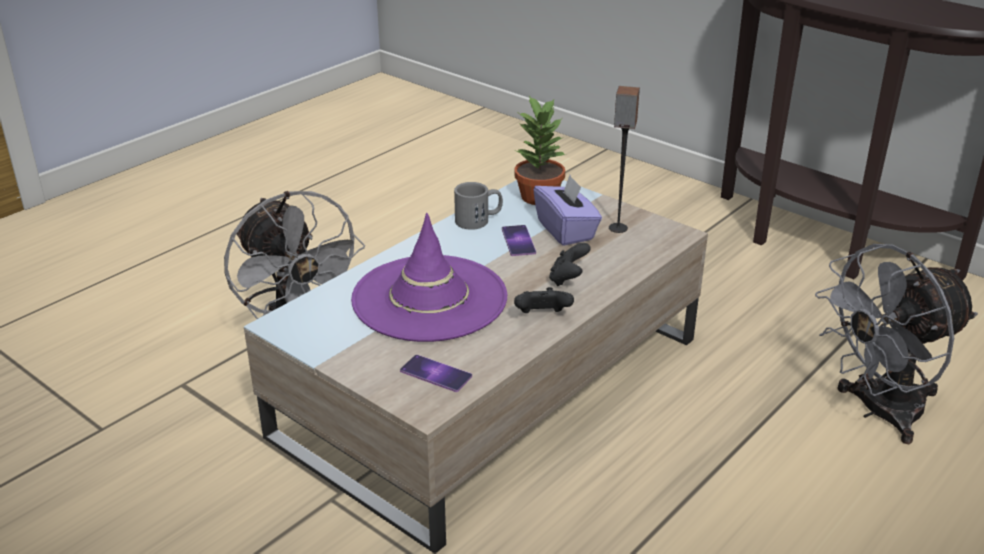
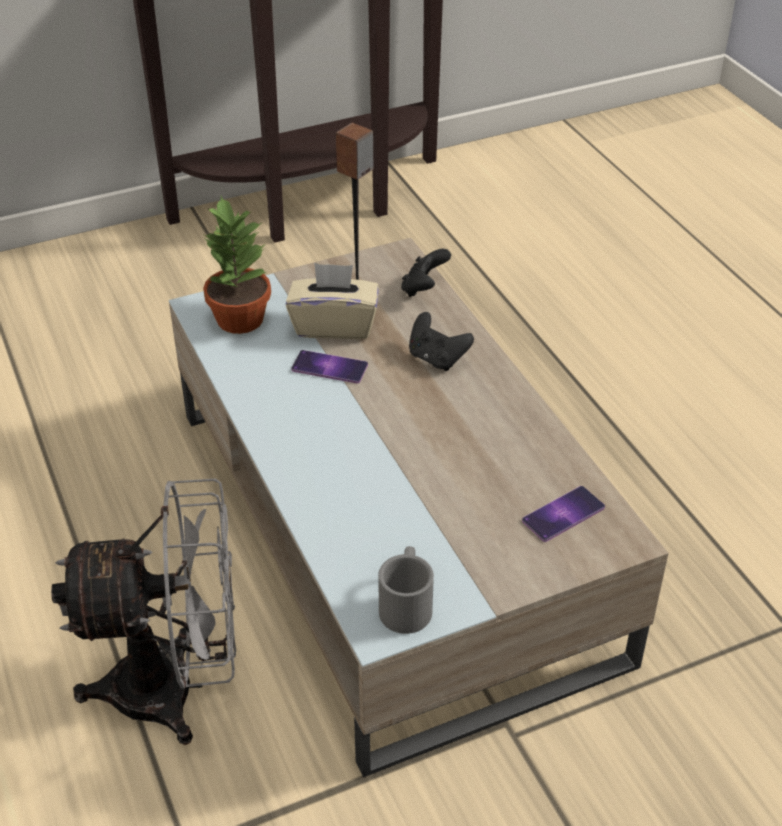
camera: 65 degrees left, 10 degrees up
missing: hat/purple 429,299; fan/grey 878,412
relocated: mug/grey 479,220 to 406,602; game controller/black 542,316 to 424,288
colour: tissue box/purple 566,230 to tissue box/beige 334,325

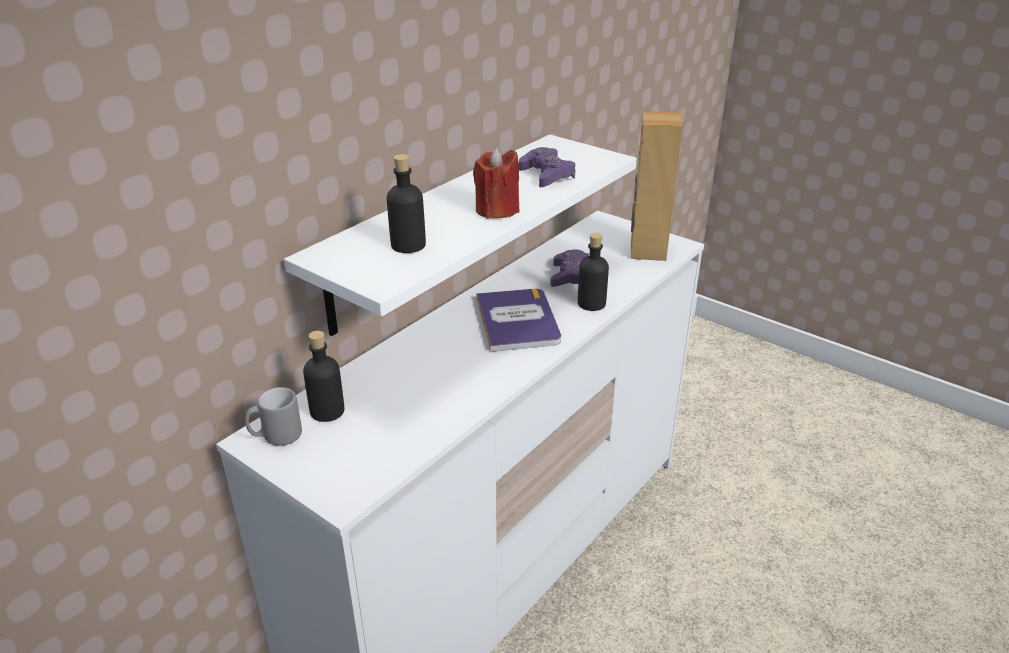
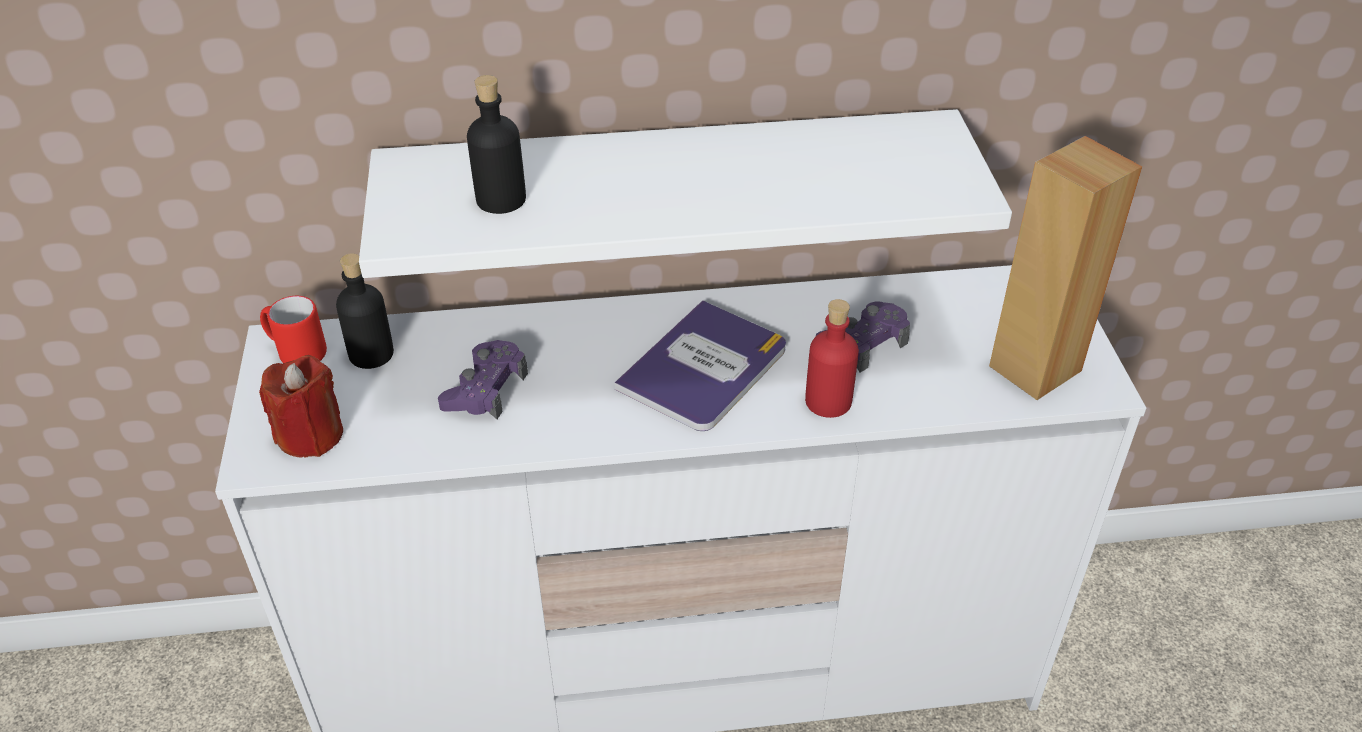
camera: 45 degrees right, 10 degrees up
relocated: candle/red 497,210 to 310,435; game controller/purple 546,175 to 485,389
colour: mug/grey 276,437 to mug/red 296,353; bottle/black 591,303 to bottle/red 828,401

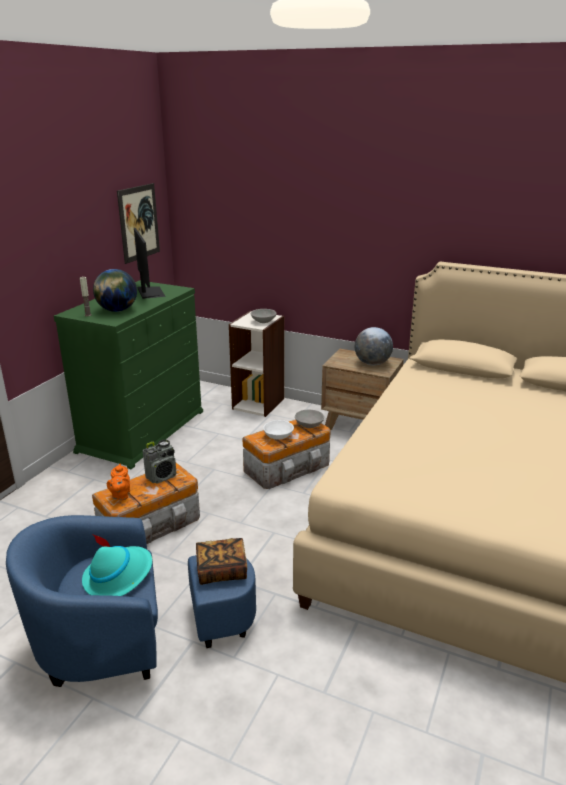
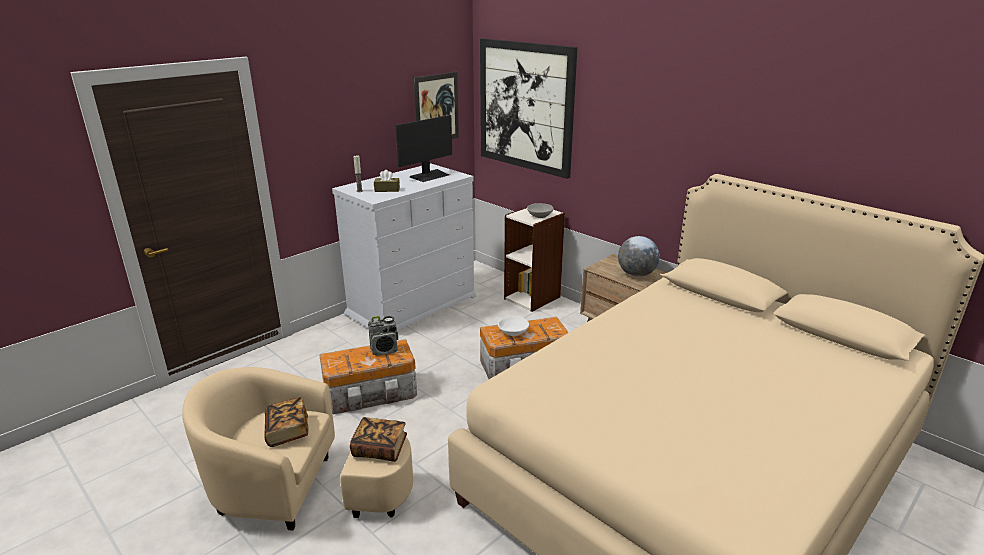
camera: 20 degrees right, 0 degrees up
missing: teapot/orange 120,495; bowl/grey 309,425
appeared: picture 525,106
exchanged: hat/turquoise 118,576 to book 287,431; globe 117,310 to tissue box/brown 387,189
colour: armchair/blue 131,638 to armchair/beige 298,490; dresser/green 142,431 to dresser/white 412,305
spun: monitor 150,292 = 429,175 45 degrees clockwise

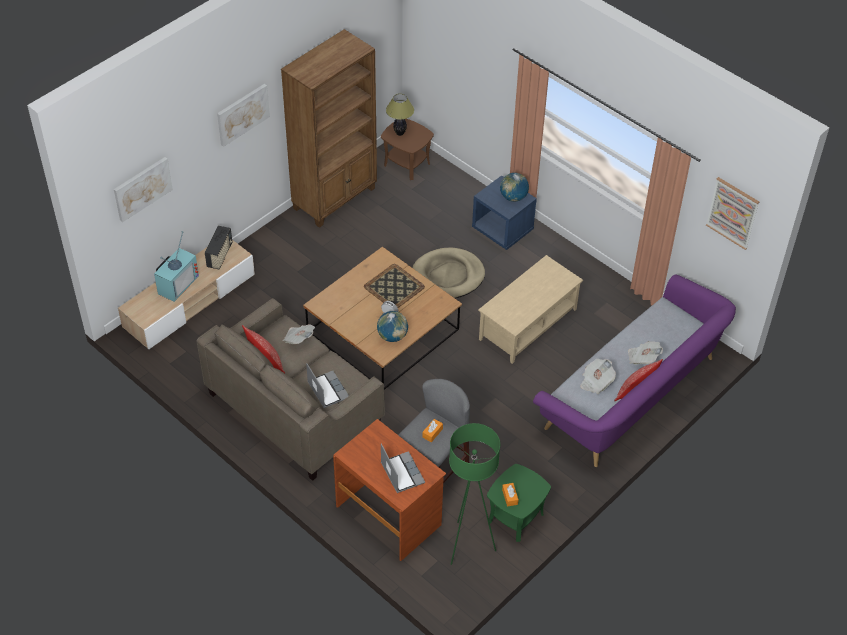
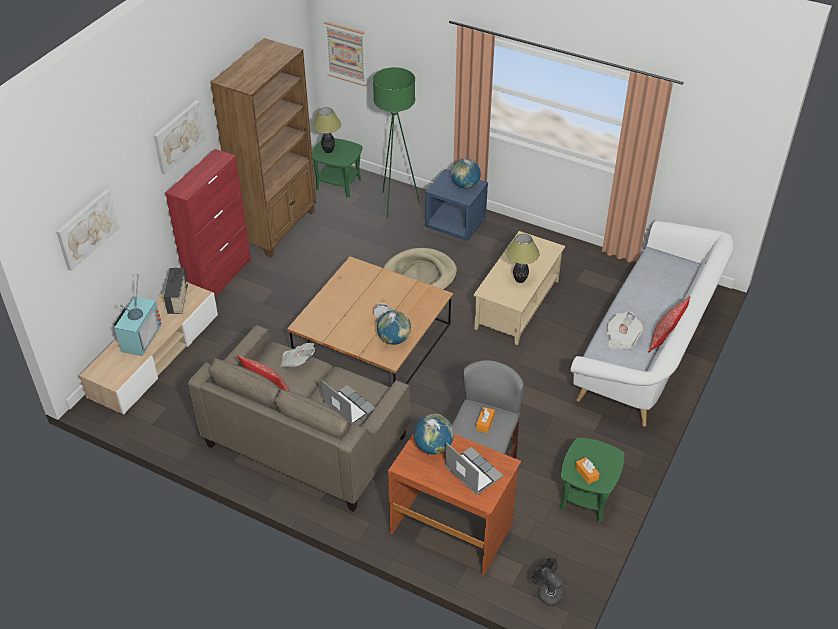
camera: 15 degrees left, 5 degrees down
missing: tray 394,287; newspaper 642,358
appeared: cabinet/red 220,278; globe 433,447; table lamp 519,280; fan/black 547,593
relocated: floor lamp/green 468,544 to 396,204; picture 732,213 to 346,53
colour: side table/brown 407,164 to side table/green 338,184; sofa/purple 632,394 to sofa/white 648,348

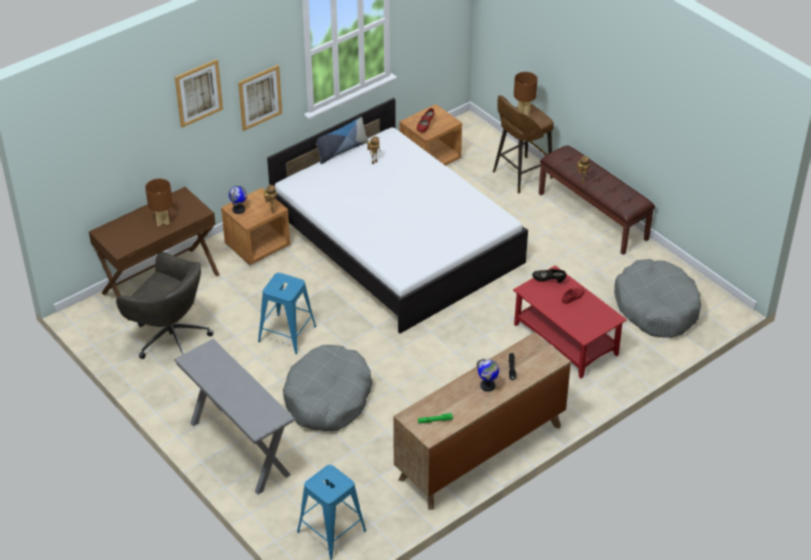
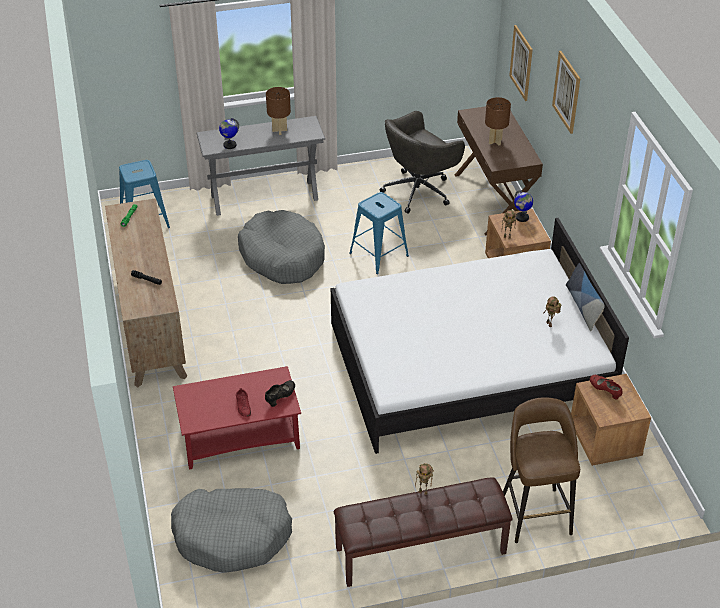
camera: 115 degrees right, 0 degrees up
relocated: picture 260,97 to 521,62; globe 487,386 to 229,145; table lamp/brown 524,112 to 279,131

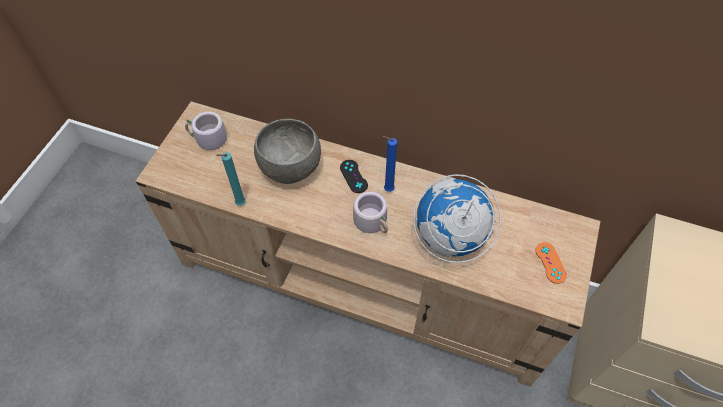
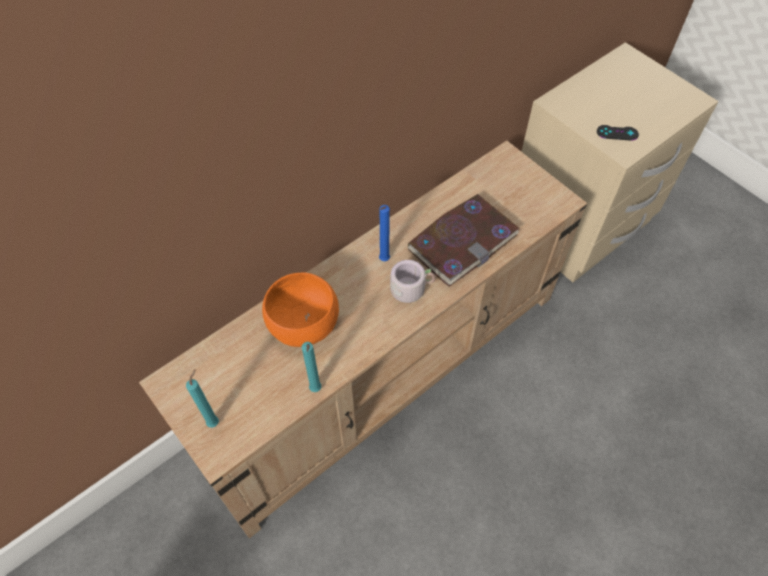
camera: 60 degrees left, 0 degrees up
missing: mug/grey 208,141; game controller/orange 550,262
appeared: candle/turquoise 214,421
relocated: game controller/black 353,176 to 617,133
exchanged: globe 449,238 to book 462,242
colour: bowl/grey 291,168 to bowl/orange 304,325

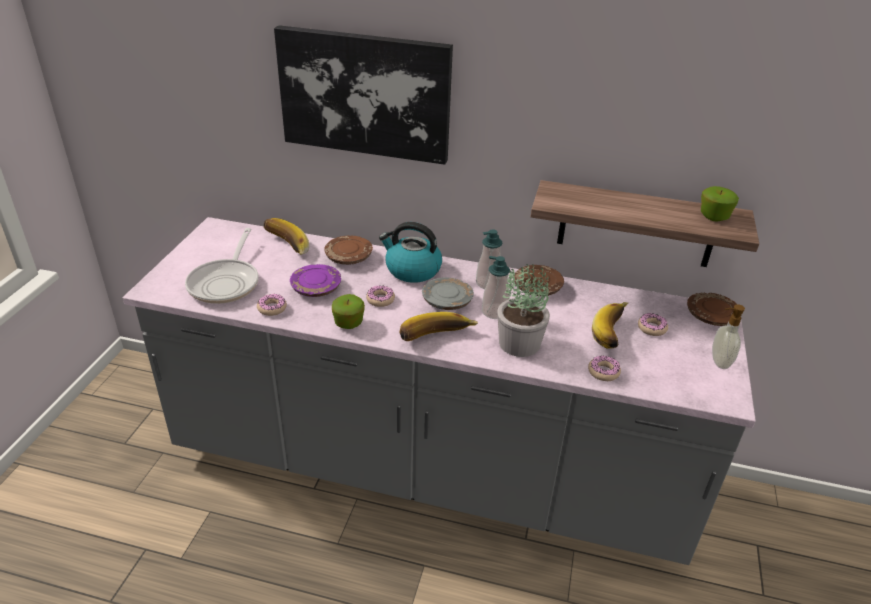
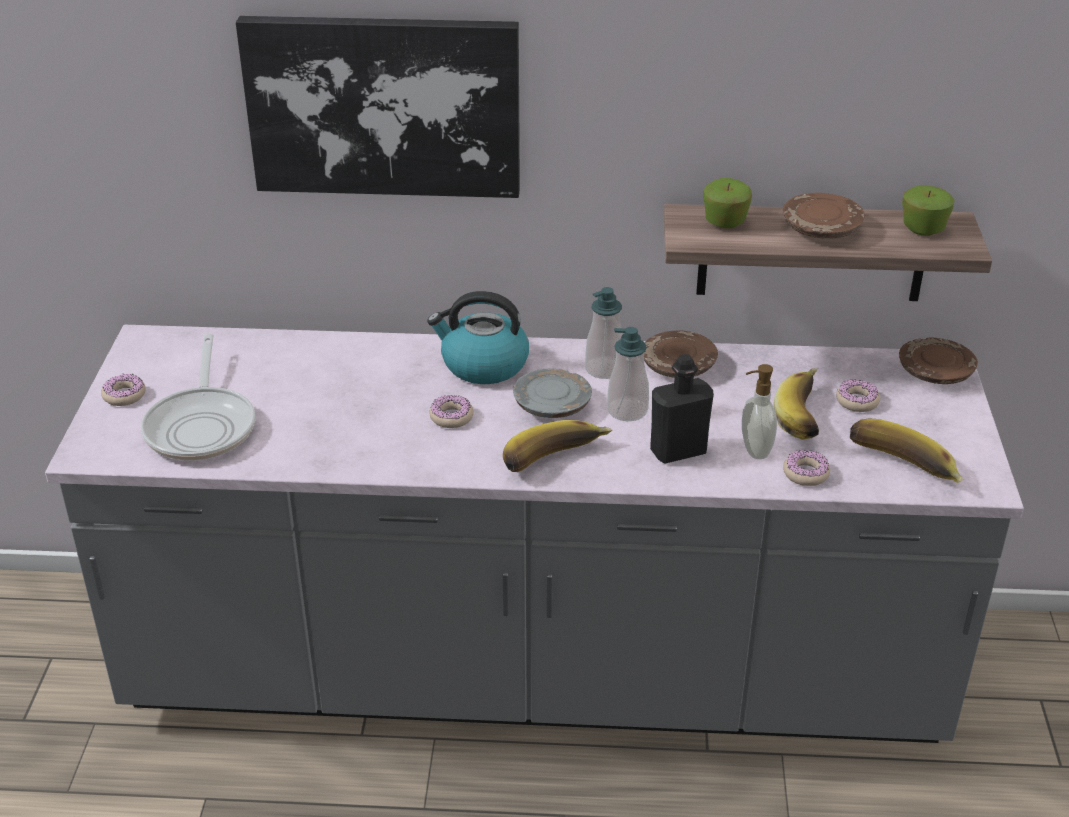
camera: 10 degrees left, 0 degrees up
missing: plate/purple 316,288
relocated: donut 272,308 to 124,395; banana 285,247 to 901,469; plate/brown 349,257 to 821,229; apple 349,323 to 725,222; soap dispenser 719,361 to 754,450
exchanged: potted plant 520,343 to bottle/black 678,451

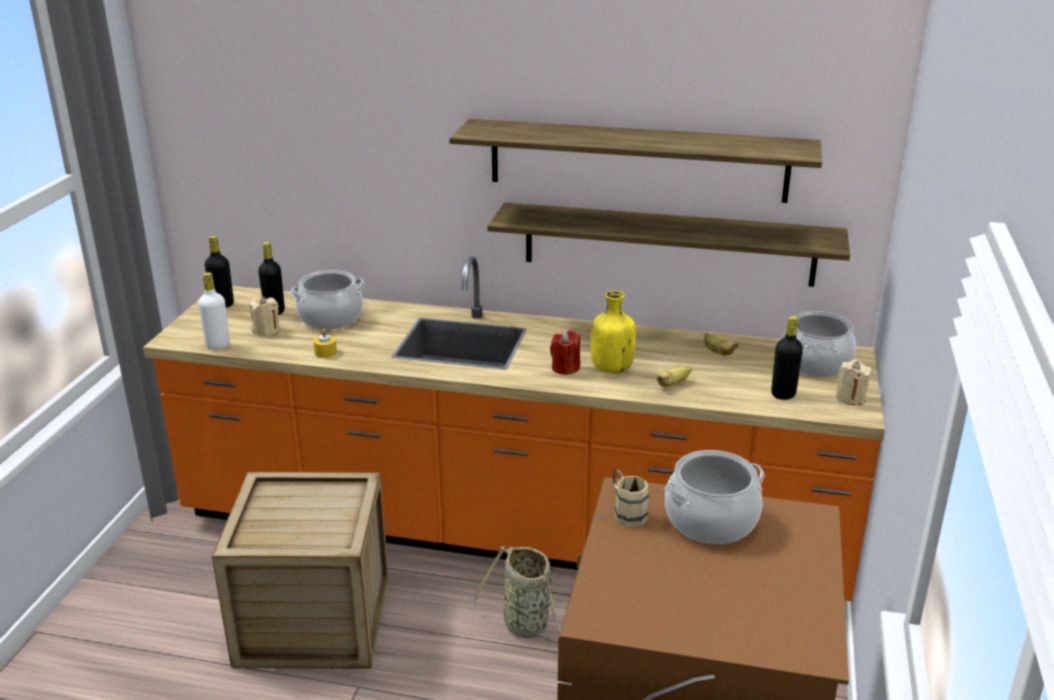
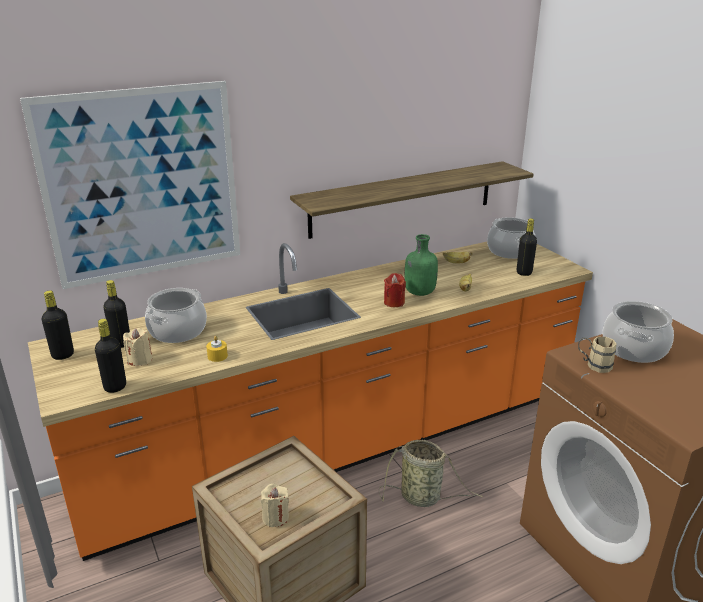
camera: 40 degrees left, 0 degrees up
missing: shelf 637,160
appeared: picture 142,185
relocated: candle/beige 850,398 to 275,517
colour: bottle/white 218,345 to bottle/black 115,387; bottle/yellow 610,368 to bottle/green 419,293

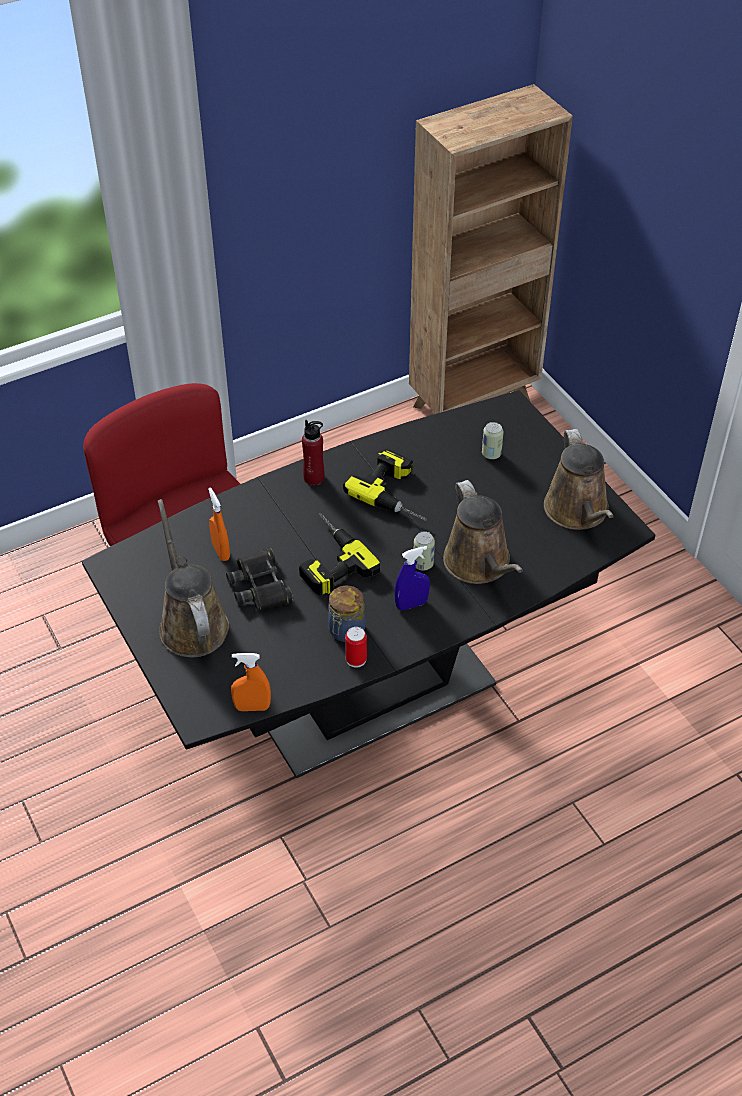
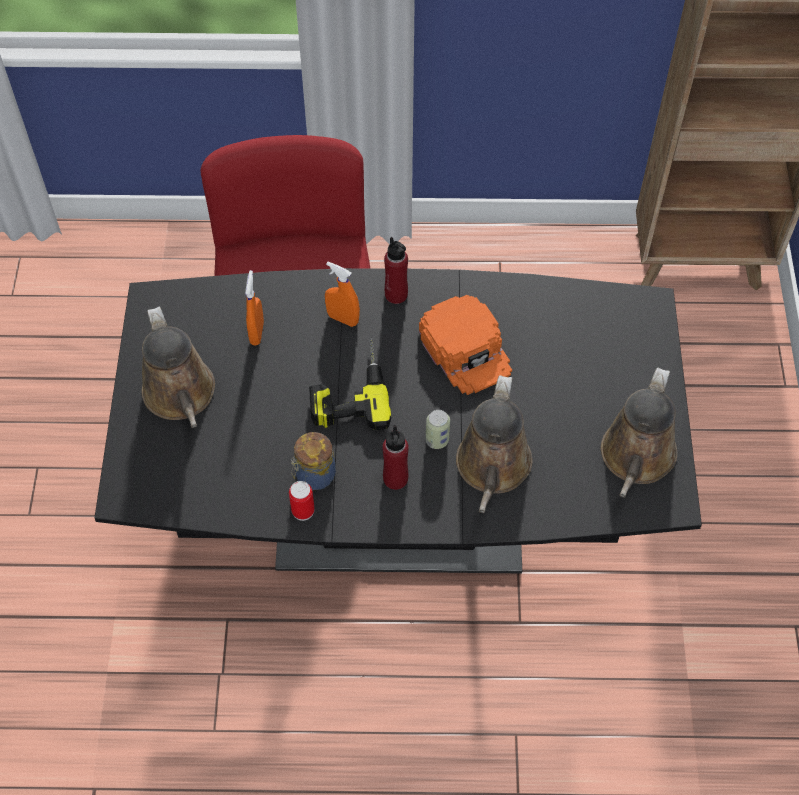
camera: 30 degrees right, 10 degrees up
missing: binoculars/black 260,586; can 491,454
relocated: spray bottle/orange 252,707 to 343,319
exchanged: power drill 398,493 to cap/orange 466,350; spray bottle/blue 411,604 to bottle/red 395,479
spun: watering can/brown 191,623 = 181,396 150 degrees clockwise

